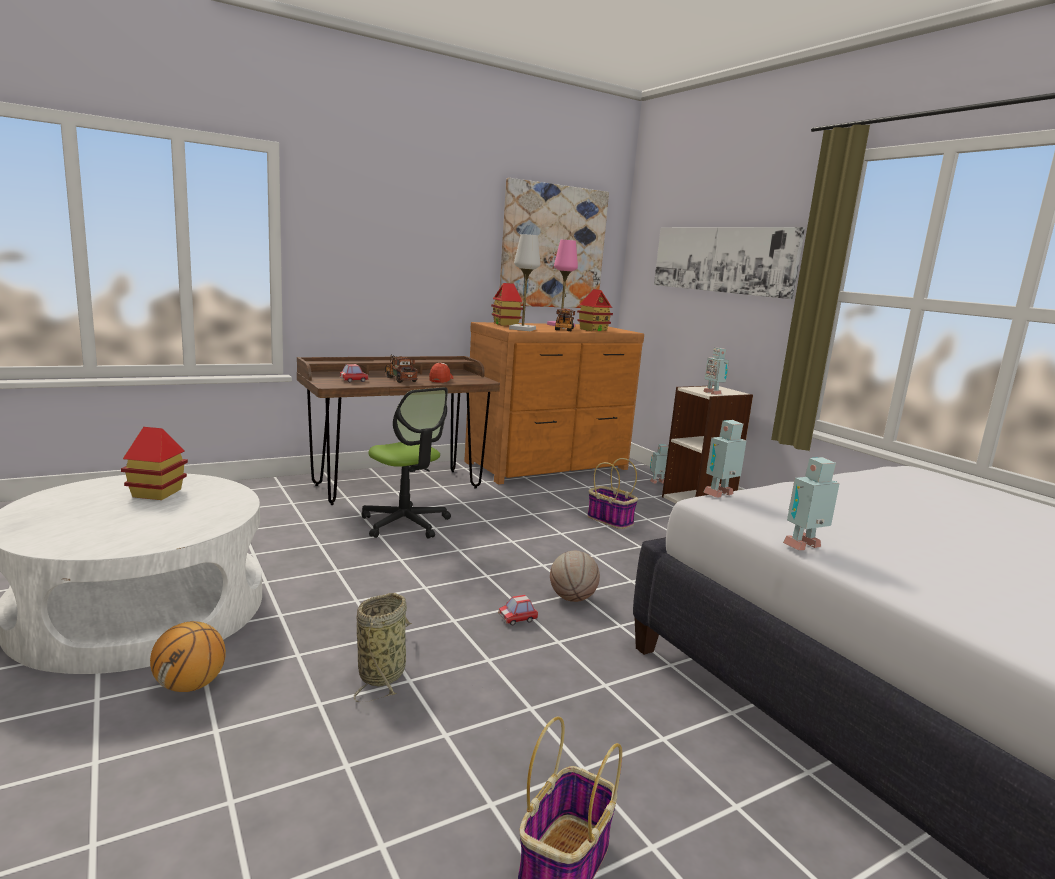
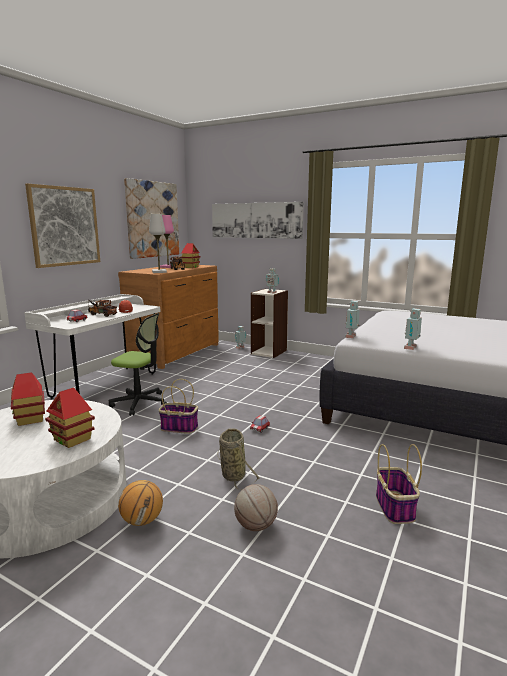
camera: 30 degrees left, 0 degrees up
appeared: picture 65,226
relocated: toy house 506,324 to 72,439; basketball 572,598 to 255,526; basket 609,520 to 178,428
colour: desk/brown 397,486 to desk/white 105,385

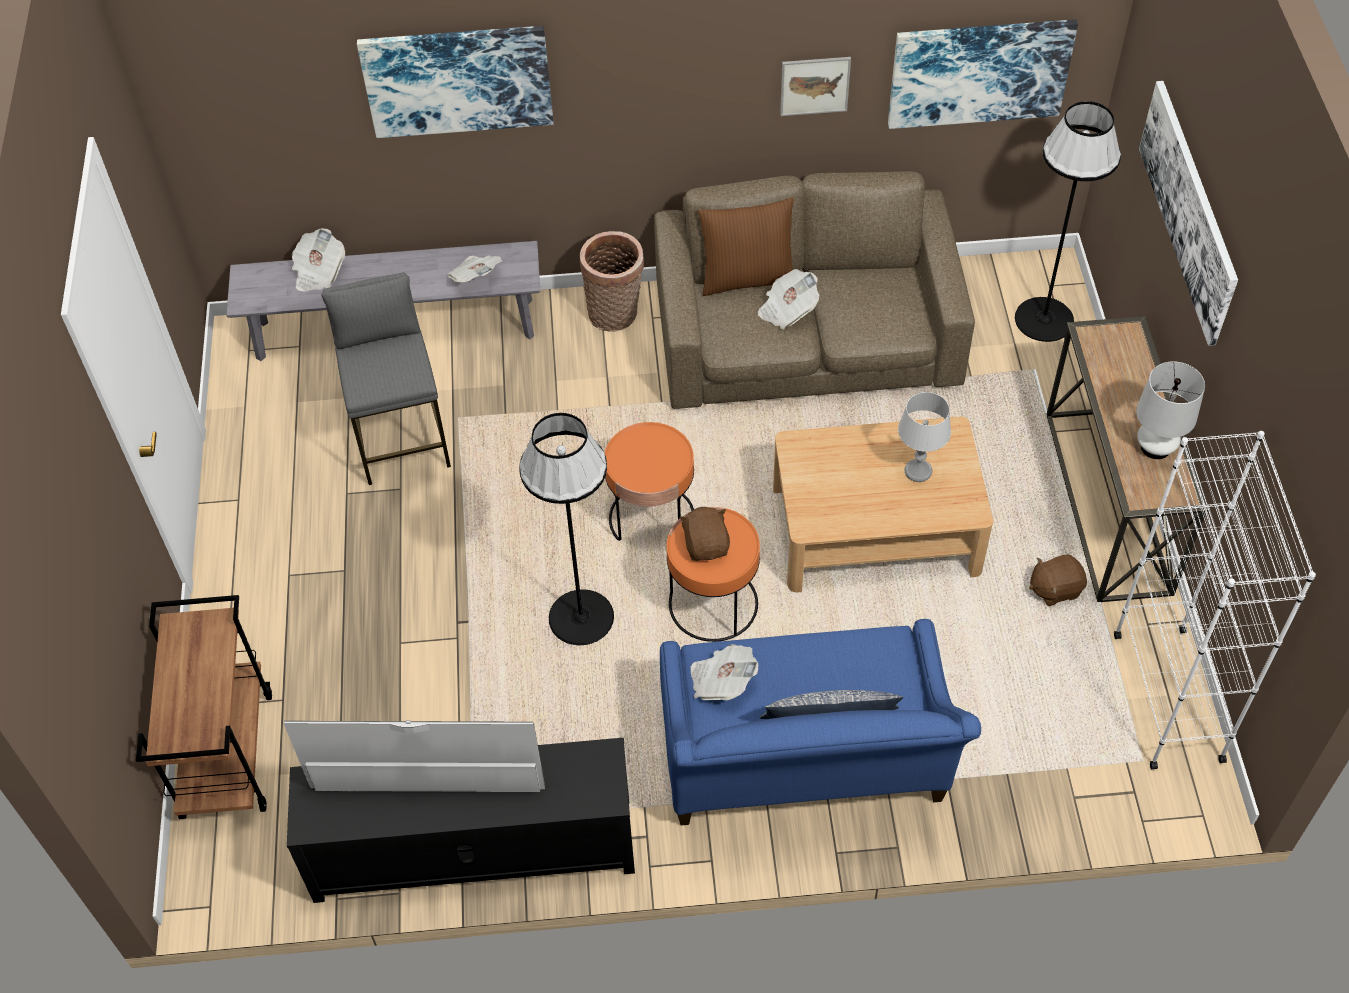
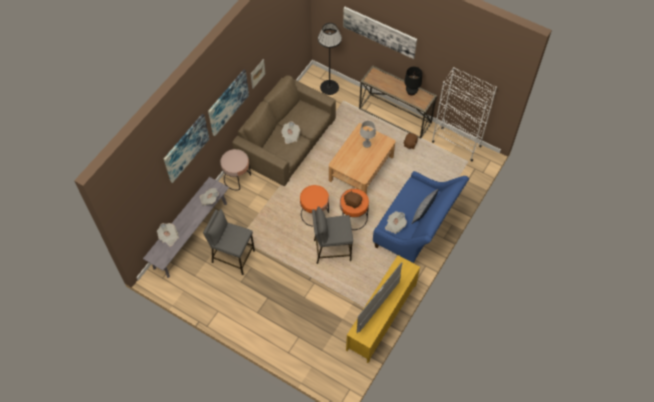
camera: 55 degrees left, 5 degrees up
missing: cart/brown 226,753; pillow/brown 747,278
relocated: picture 979,72 to 228,102
exchanged: floor lamp/black 581,617 to stool/grey 332,250; basket 616,314 to side table/pink 237,178
colour: tv stand/black 472,850 to tv stand/yellow 381,317; table lamp/white 1155,447 to table lamp/black 411,92

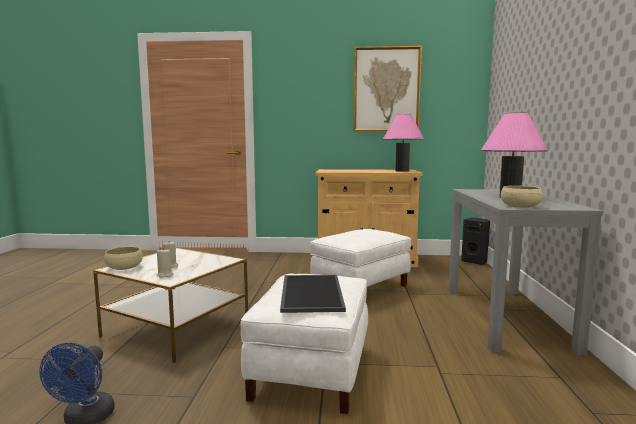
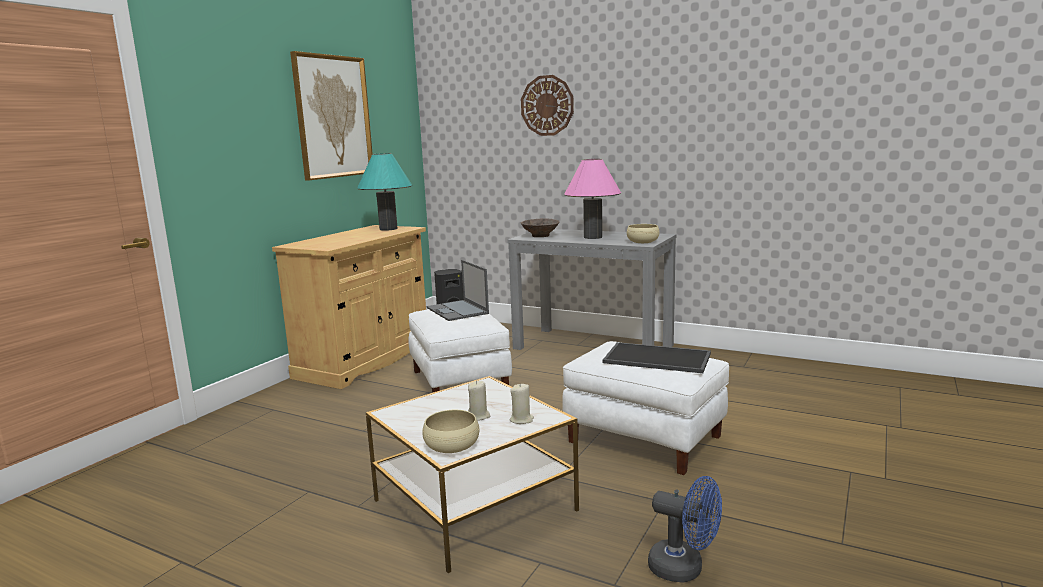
camera: 65 degrees left, 5 degrees up
appeared: laptop 458,311; wall clock 547,105; bowl/brown 540,236
colour: table lamp/pink 402,171 to table lamp/turquoise 388,229

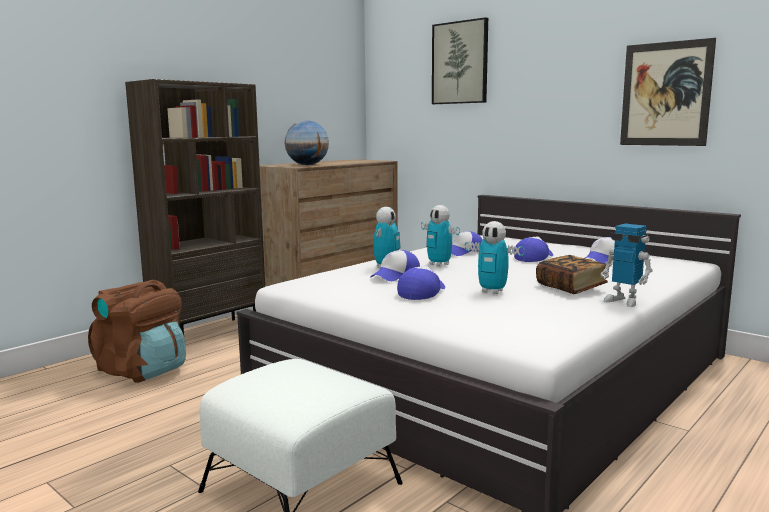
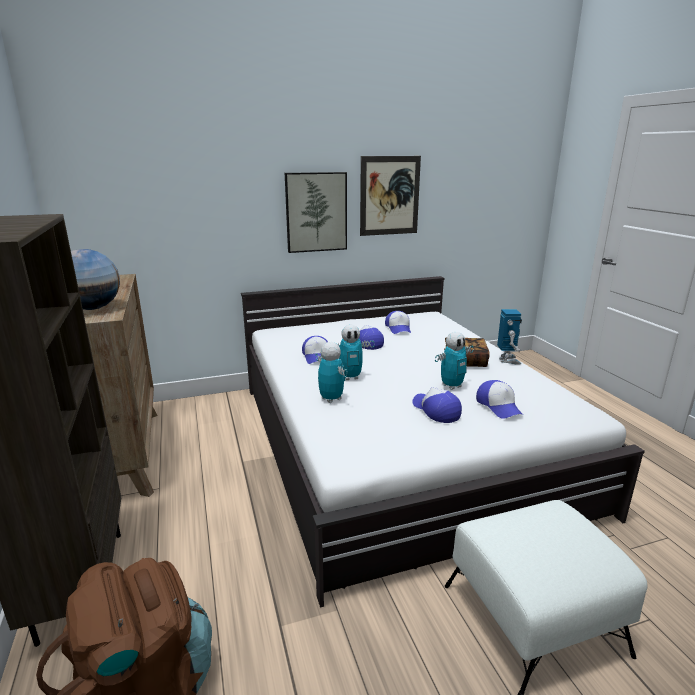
camera: 60 degrees left, 10 degrees up
relocated: cap 396,275 to 499,406; picture 460,63 to 316,212
spun: toy robot 623,301 = 507,360 75 degrees counterclockwise

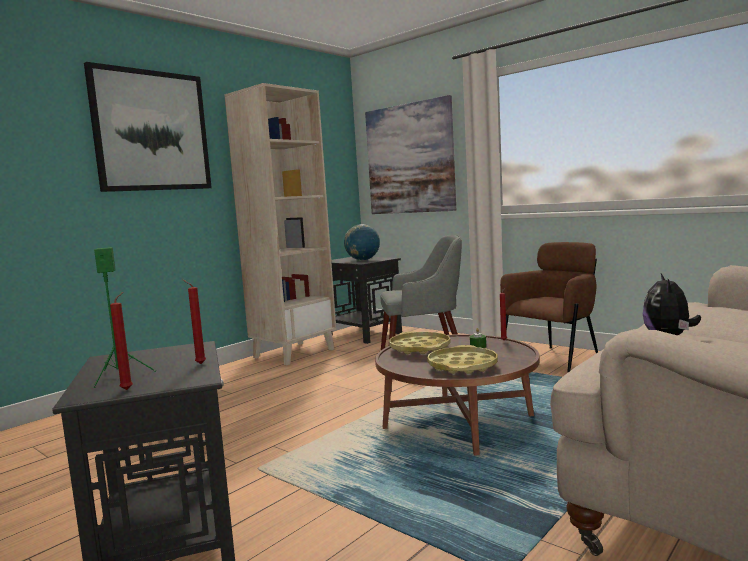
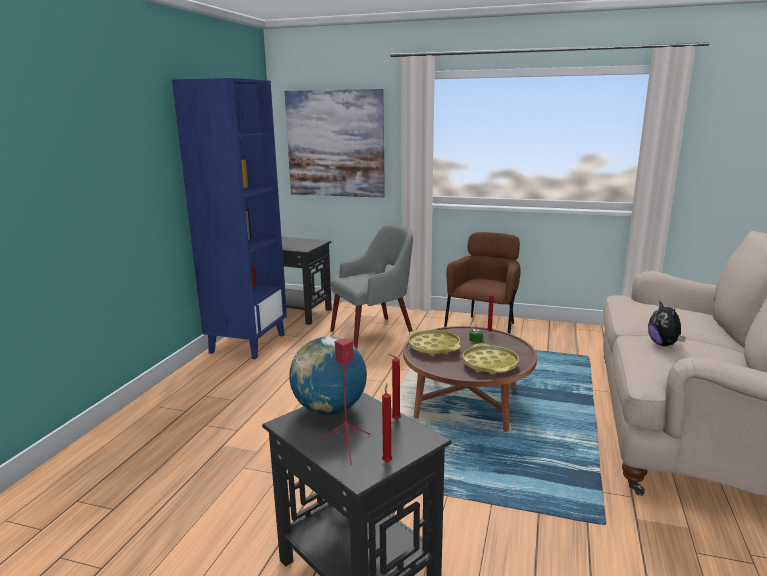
camera: 25 degrees left, 10 degrees up
missing: picture 151,131
relocated: globe 363,260 to 330,409
colour: speaker/green 118,376 to speaker/red 347,446; bookcase/beige 294,353 to bookcase/blue 247,343

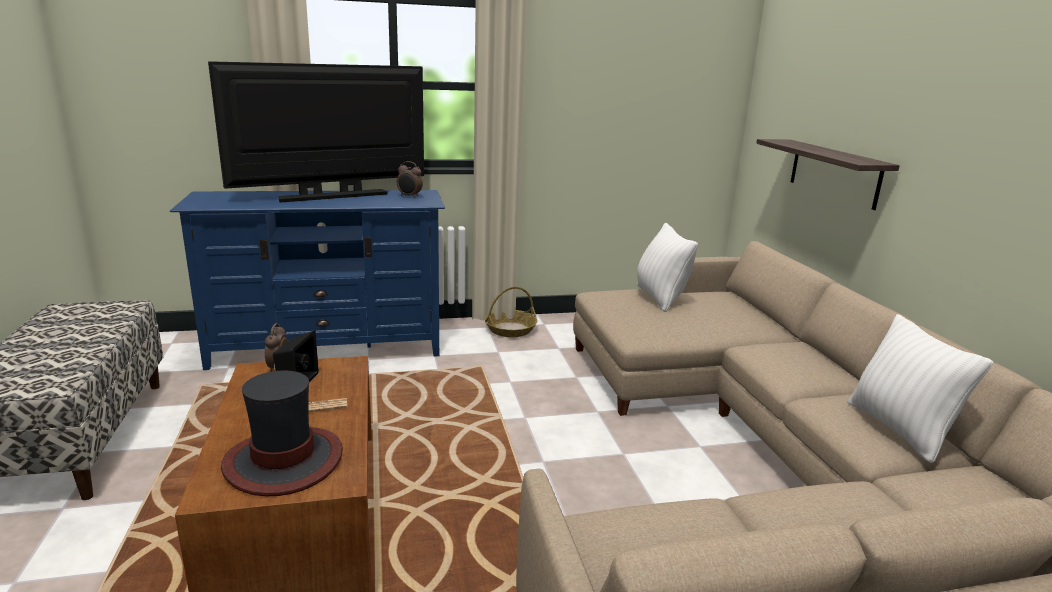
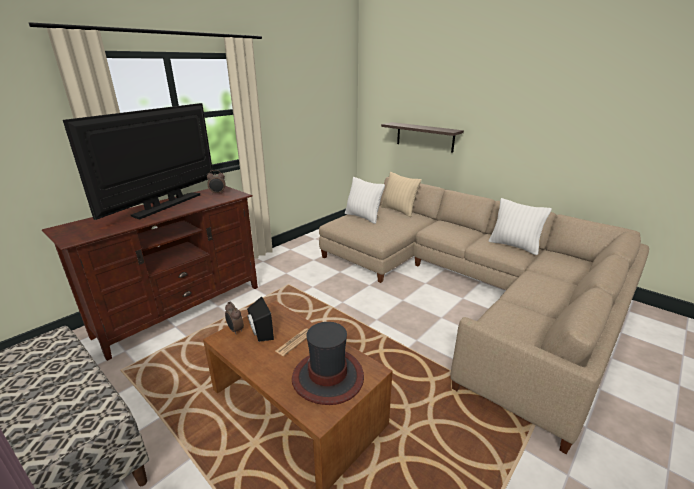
camera: 35 degrees left, 5 degrees up
missing: basket 510,329
appeared: pillow/beige 398,210
colour: tv stand/blue 328,348 to tv stand/brown 182,309

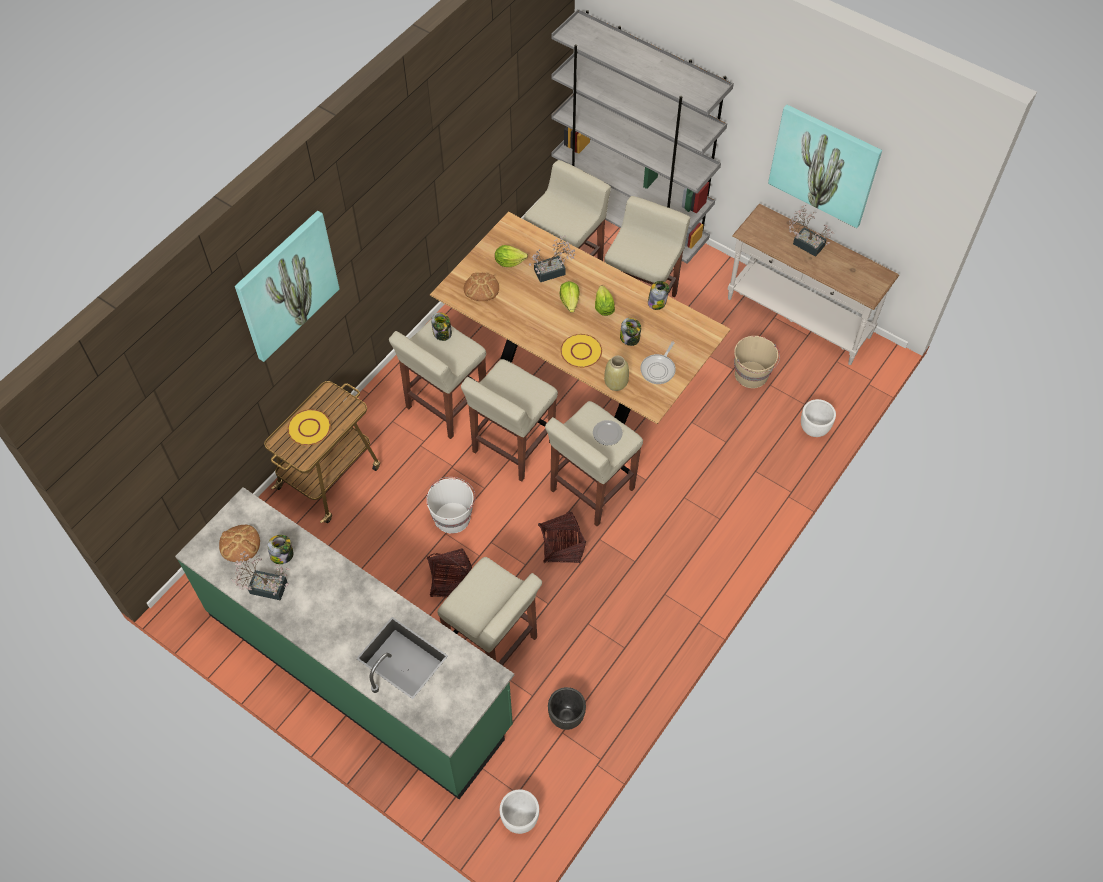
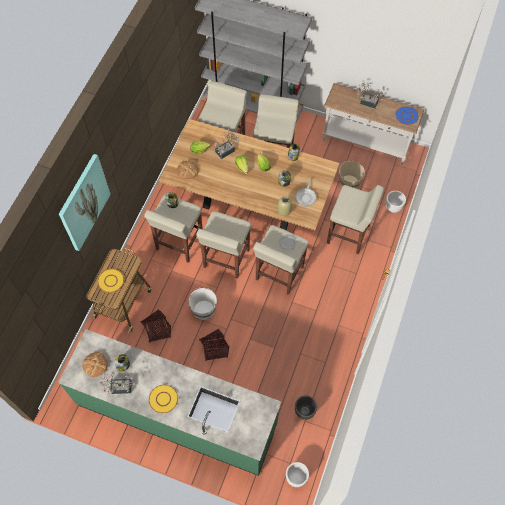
camera: 15 degrees left, 5 degrees up
missing: picture 824,165
appeared: plate/blue 406,116
relocated: stool/beige 493,646 to 349,234; basket 561,547 to 157,330; plate/yellow 581,351 to 163,399

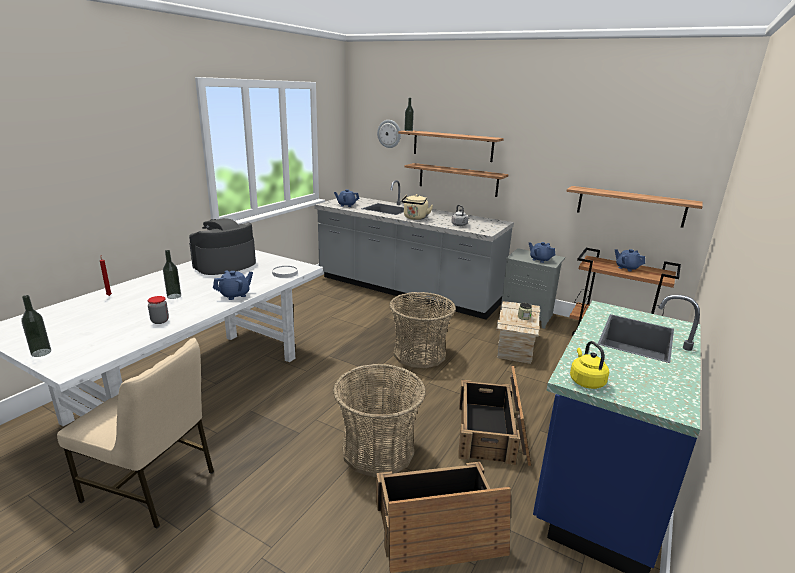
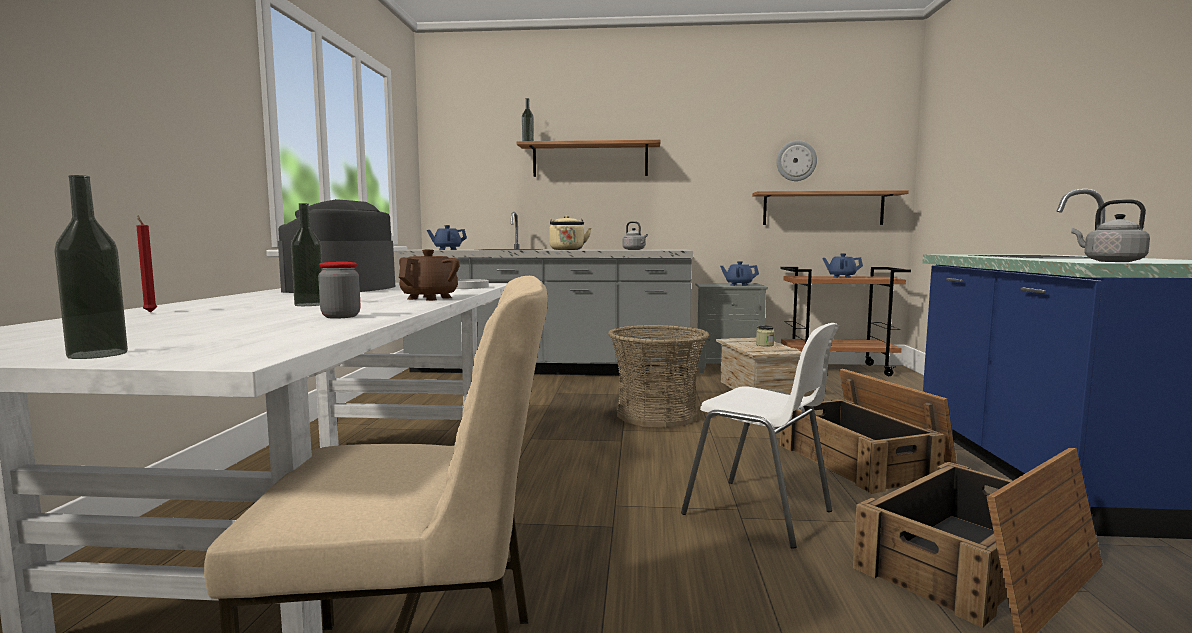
camera: 25 degrees left, 15 degrees down
missing: shelf 458,179
relocated: wall clock 389,133 to 796,161
exchanged: basket 378,450 to chair/white 761,514
colour: teapot/blue 235,295 to teapot/brown 430,298; kettle/yellow 585,381 to kettle/grey 1110,261

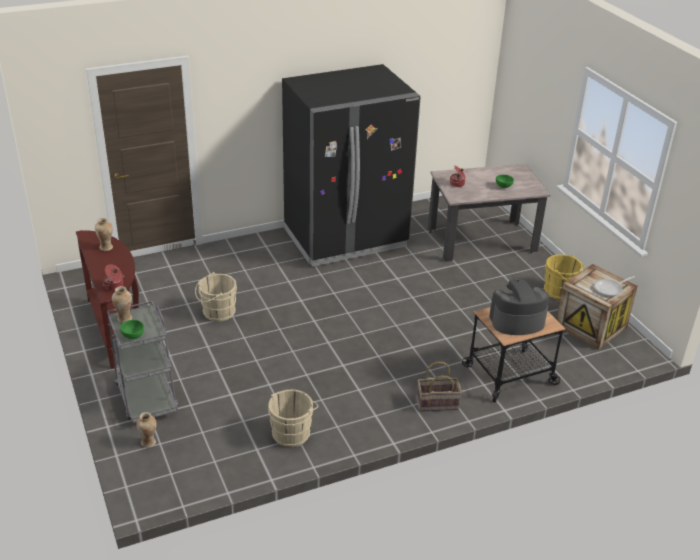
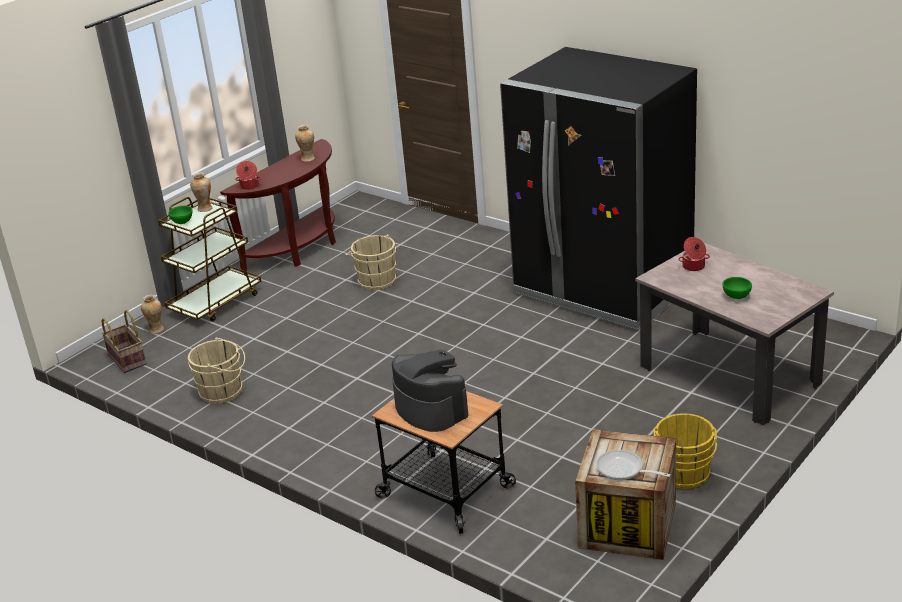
camera: 65 degrees right, 5 degrees down
relocated: basket 437,403 to 128,359
colour: cart/grey 146,397 to cart/brown 216,302

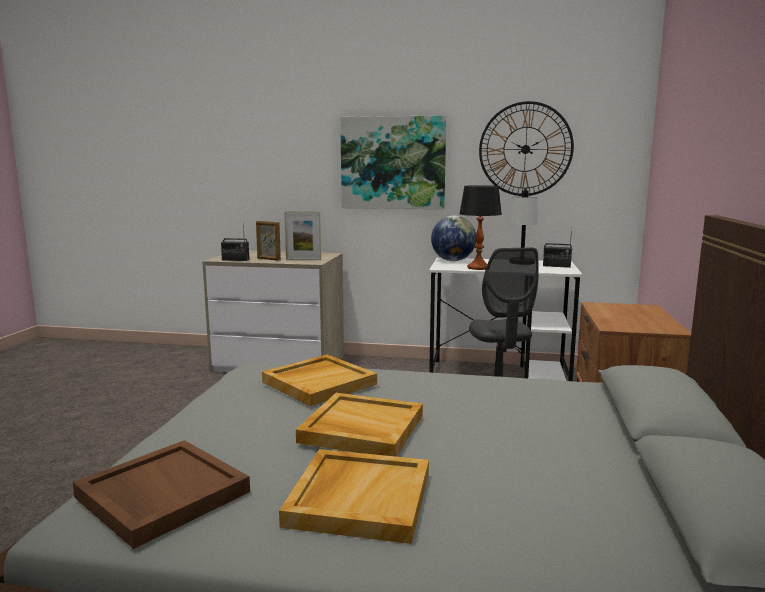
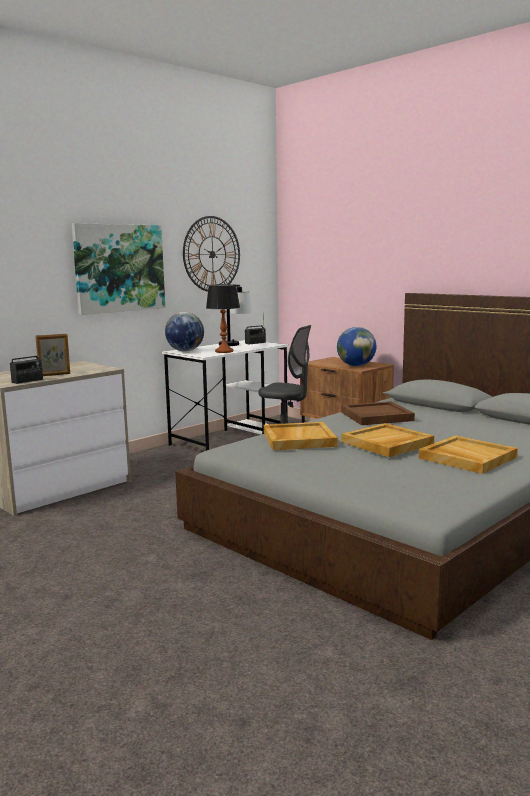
camera: 55 degrees left, 0 degrees up
missing: picture frame 303,260
appeared: globe 356,365
relocated: tray/brown 161,494 to 376,416

